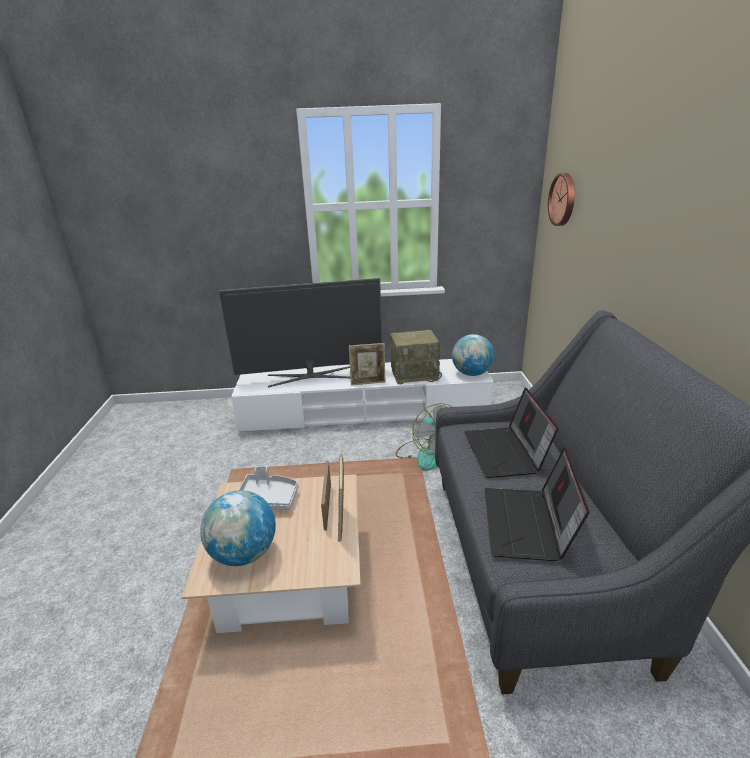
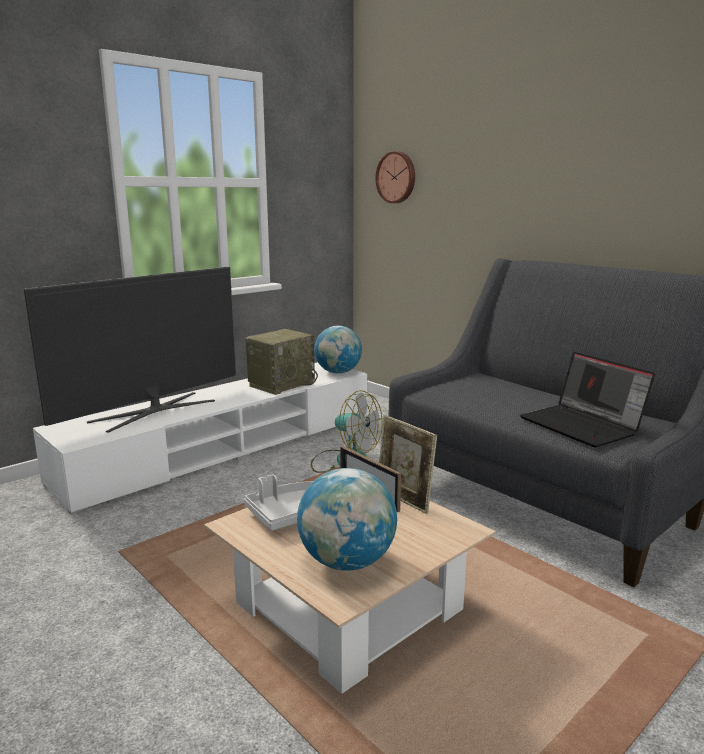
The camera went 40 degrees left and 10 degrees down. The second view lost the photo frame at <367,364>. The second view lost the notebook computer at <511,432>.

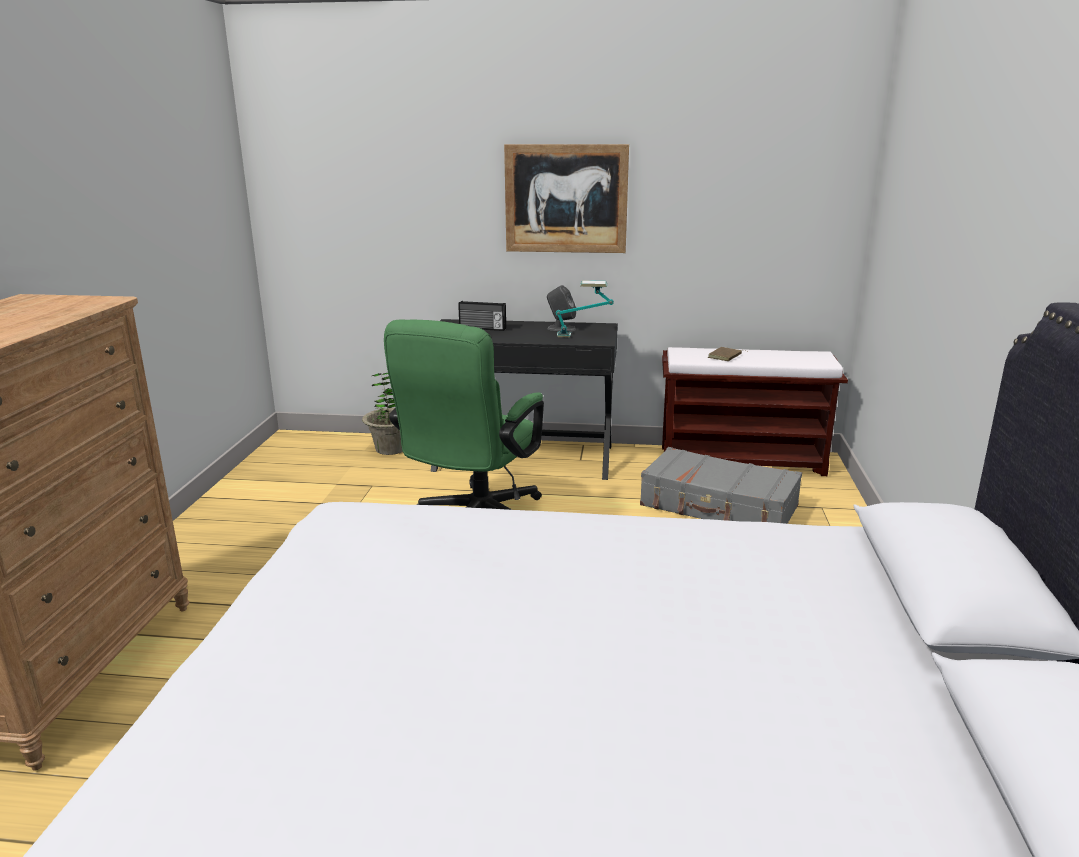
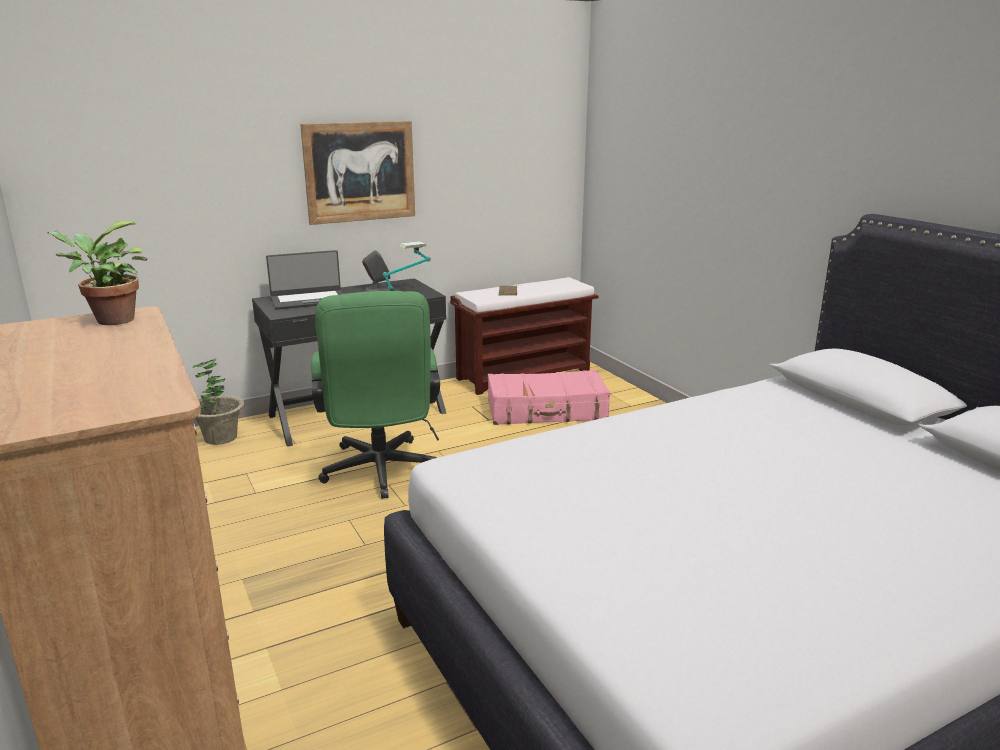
The camera went 35 degrees left and 0 degrees up. The second view gained the potted plant at <97,273>. Where the radio stood at <482,316>, the notebook computer came to stand at <304,280>. What was the gray travel case at <721,485> turned into the pinkish travel case at <549,397>.

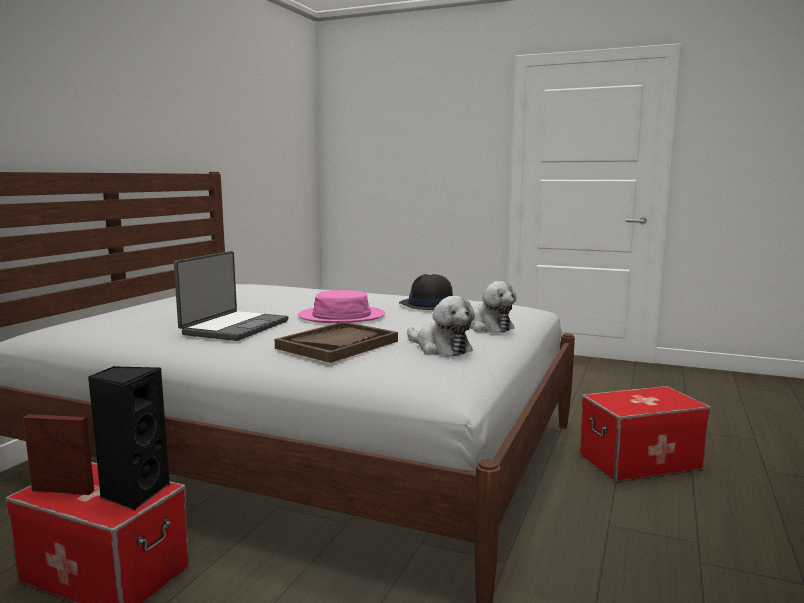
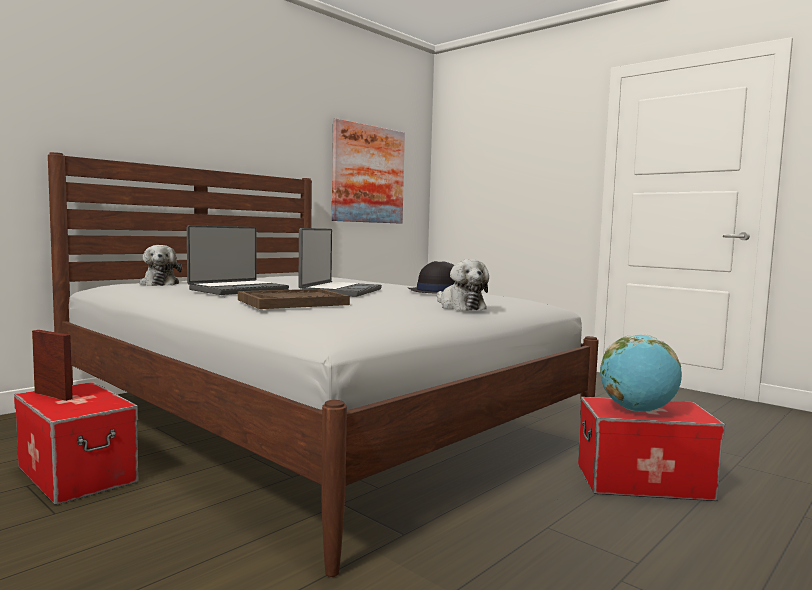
The camera went 20 degrees right and 5 degrees down. The plush toy ended up elsewhere, having gone from <441,326> to <160,265>. Where the pinkish wearable hat stood at <341,306>, the notebook computer came to stand at <340,262>. The second view gained the wall art at <368,171>. The second view gained the world globe at <641,373>. The second view lost the black-coloured speaker at <129,438>.

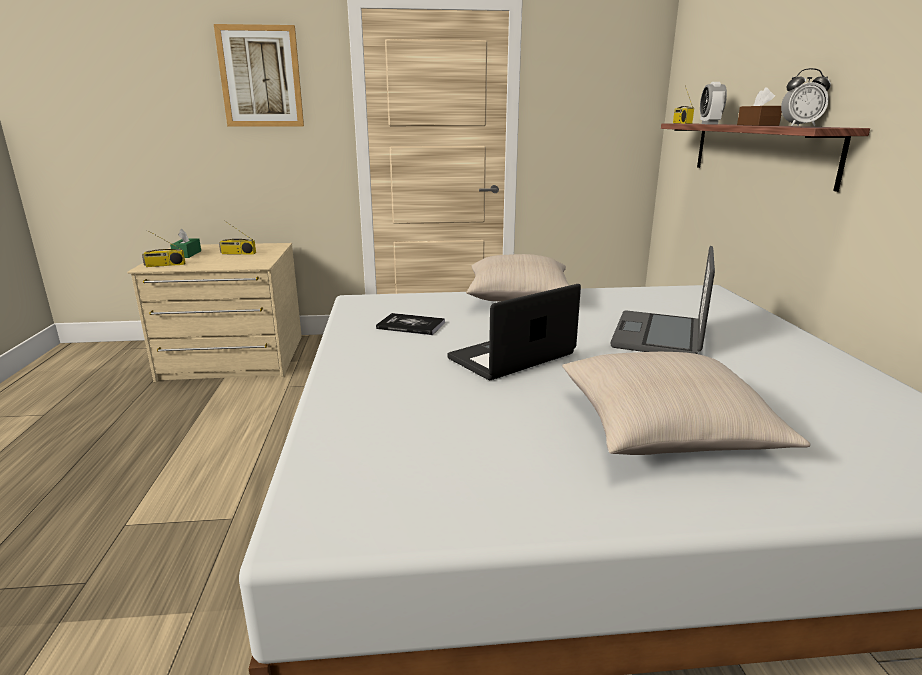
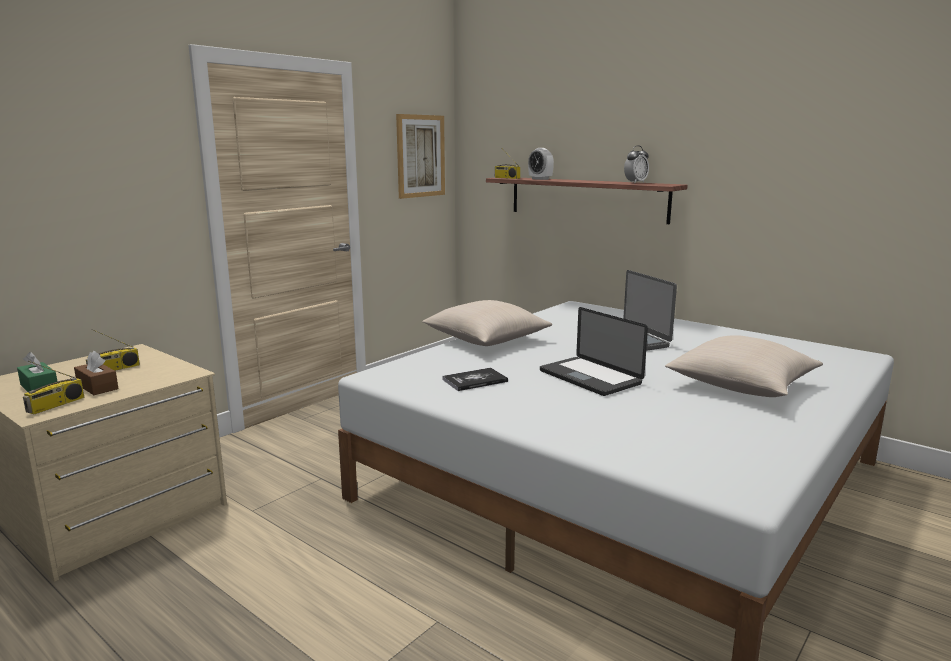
The camera went 45 degrees left and 5 degrees down. The brown-coloured box of tissues ended up elsewhere, having gone from <759,106> to <96,373>. The wall art ended up elsewhere, having gone from <259,75> to <420,156>. The notebook computer at <514,332> ended up facing another way, 45 degrees counterclockwise from before.

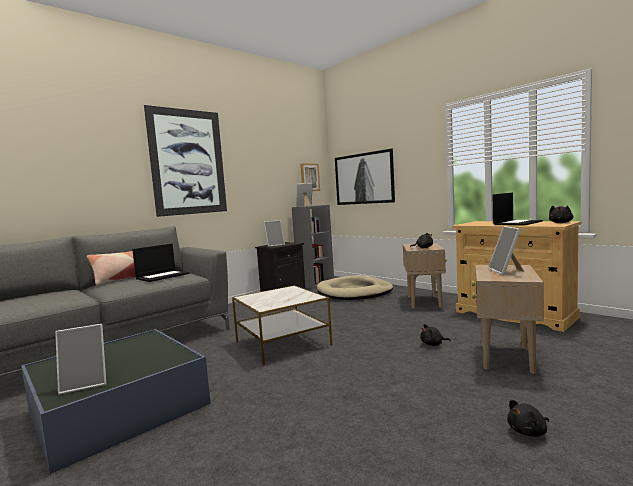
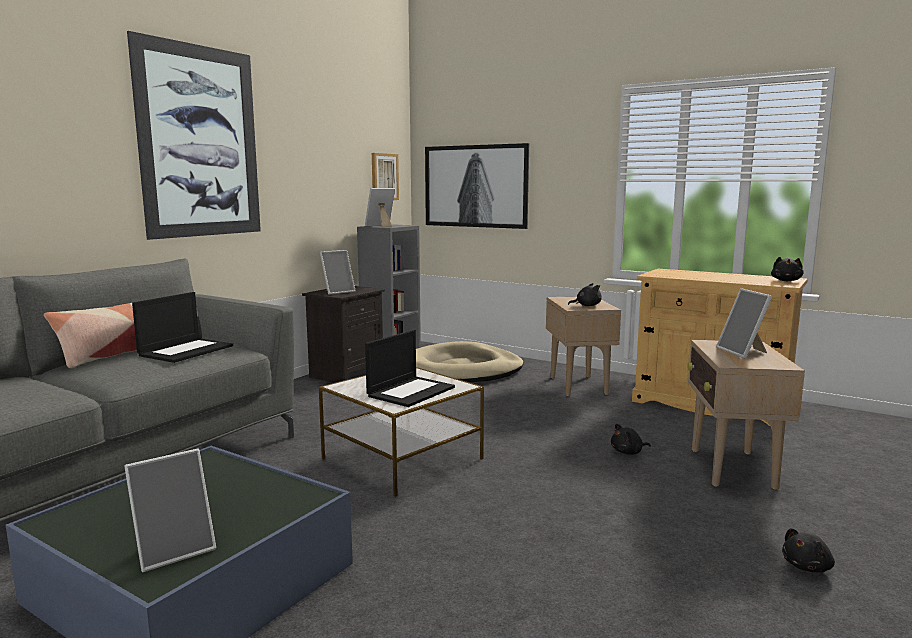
The camera went 15 degrees left and 5 degrees up. The notebook computer ended up elsewhere, having gone from <518,209> to <410,368>.

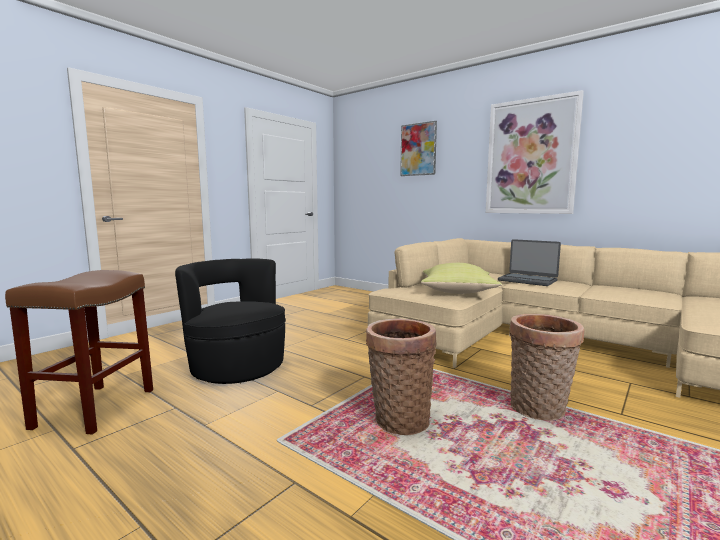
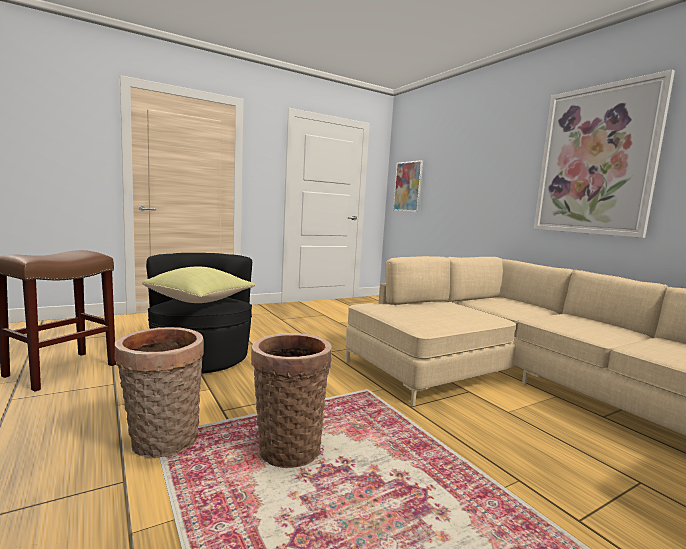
The camera went 20 degrees right and 0 degrees up. The household basket ended up elsewhere, having gone from <547,367> to <159,392>. The yellow-coloured pillow ended up elsewhere, having gone from <461,278> to <199,285>. The wall art ended up elsewhere, having gone from <418,148> to <408,186>. The second view lost the notebook computer at <529,262>.

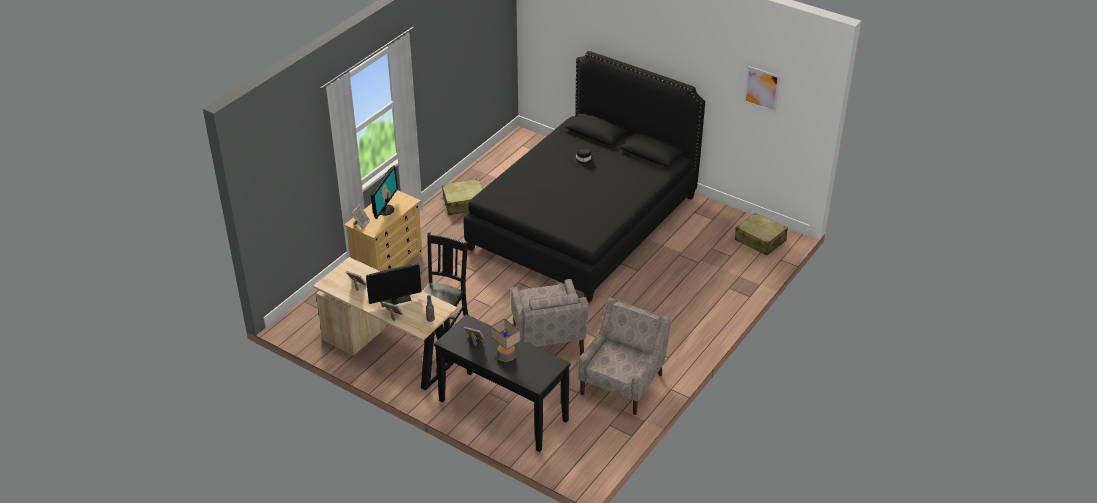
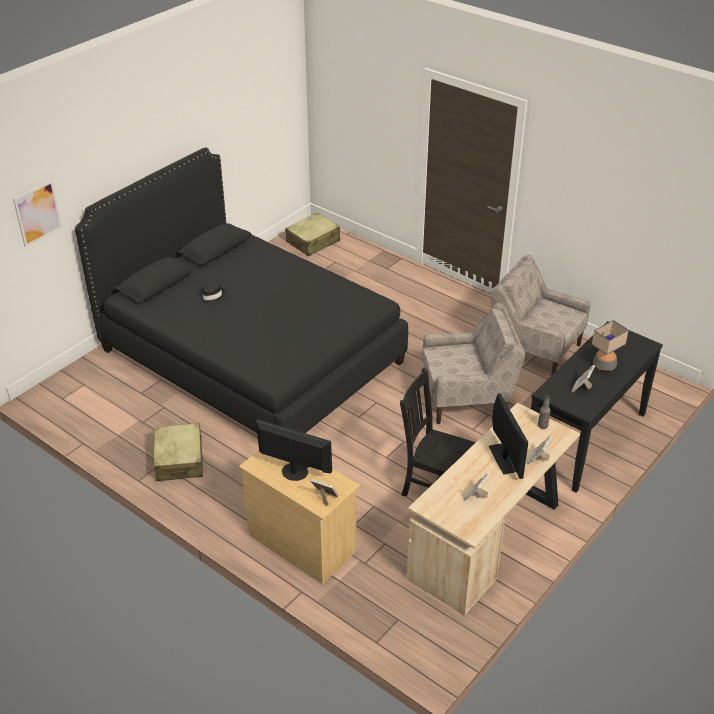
The camera went 85 degrees left and 0 degrees up. The wall art ended up elsewhere, having gone from <762,89> to <37,213>.

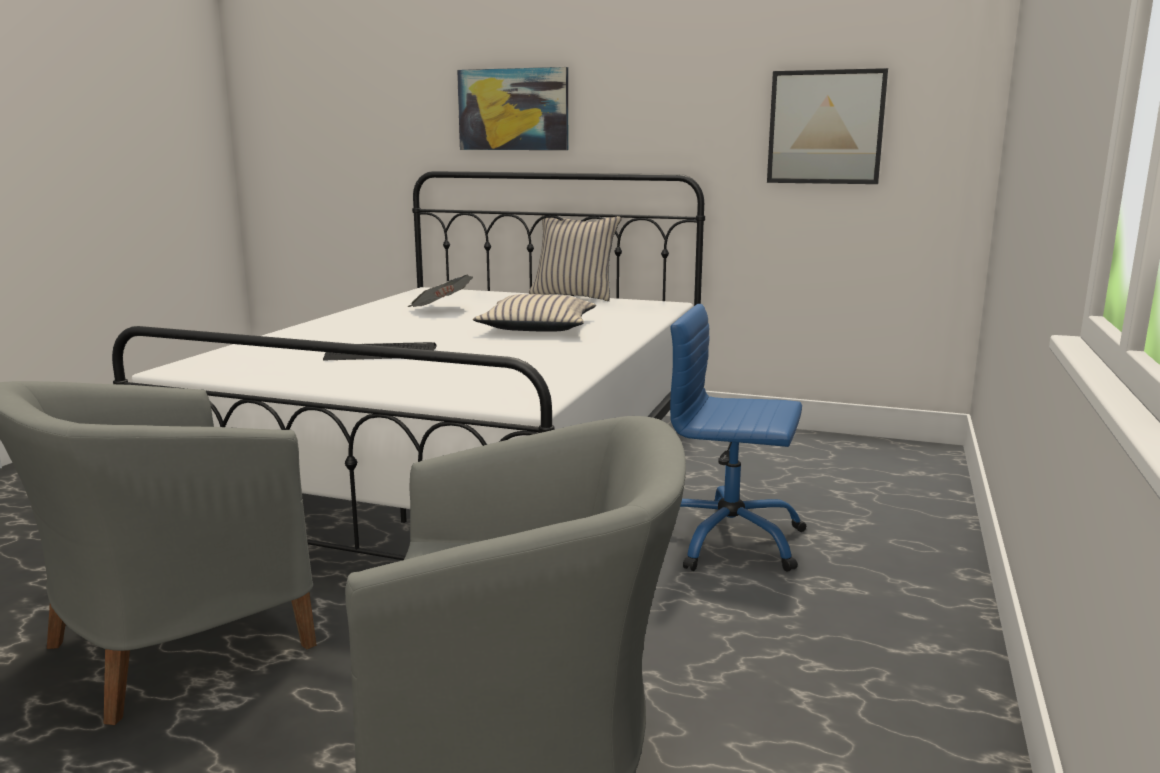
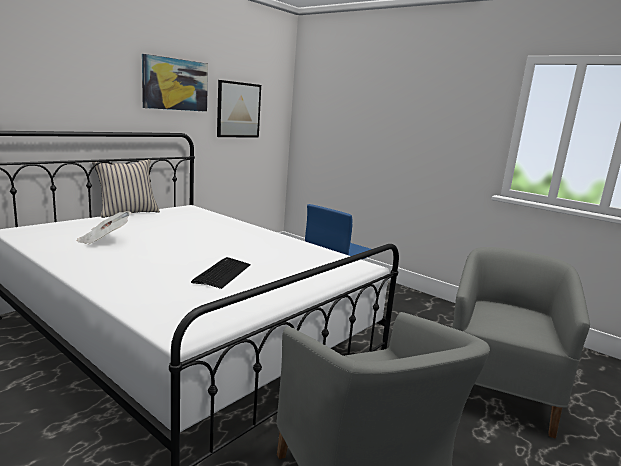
The camera went 70 degrees left and 0 degrees up. The wall art ended up elsewhere, having gone from <512,108> to <175,83>. The second view lost the beige-coloured pillow at <534,313>.

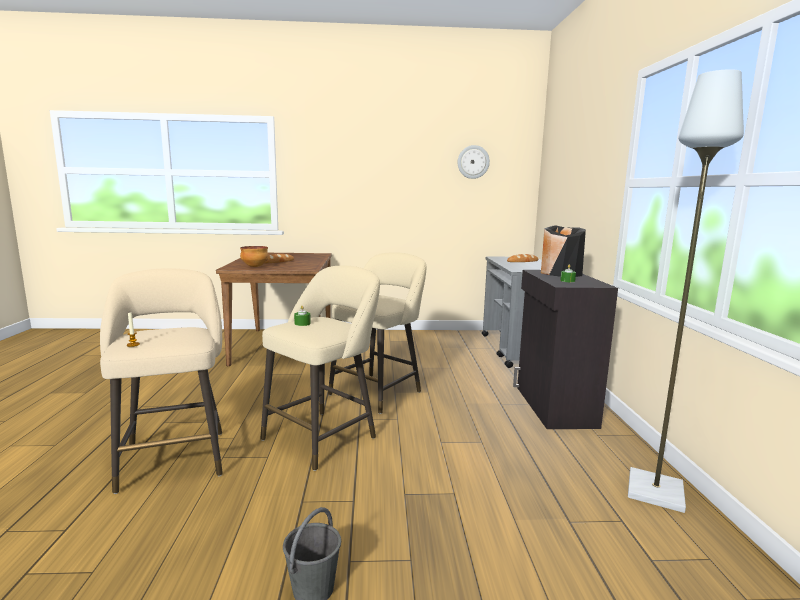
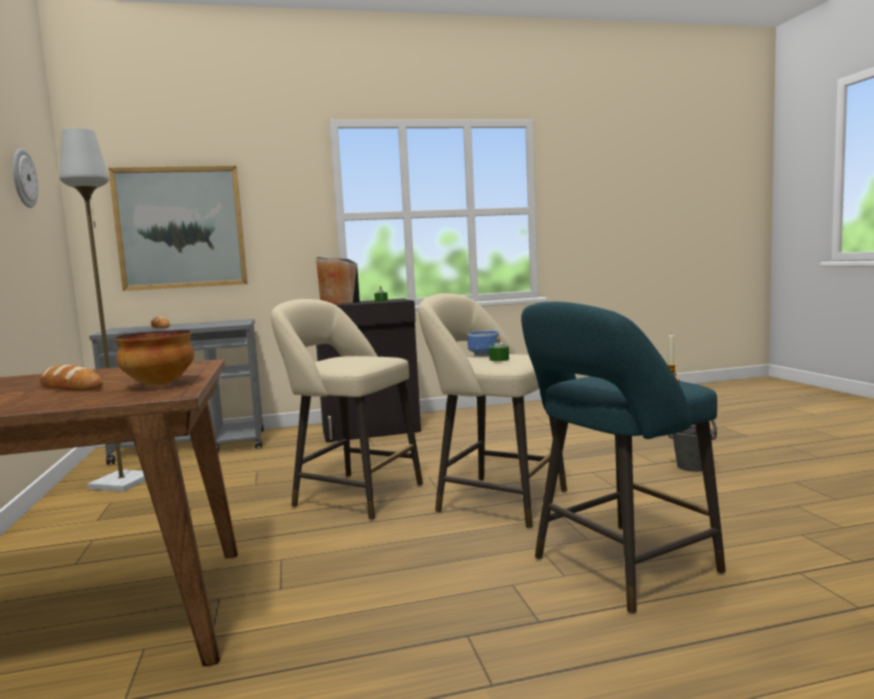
The camera went 100 degrees left and 5 degrees down. The gray standing lamp ended up elsewhere, having gone from <686,291> to <102,310>. The second view gained the wall art at <178,228>. The second view gained the serving bowl at <483,343>. What was the beige-coloured sitting stool at <161,381> turned into the turquoise-coloured sitting stool at <623,458>.

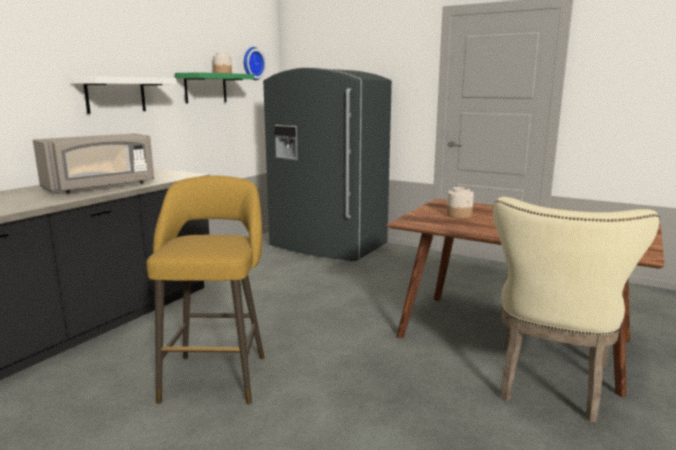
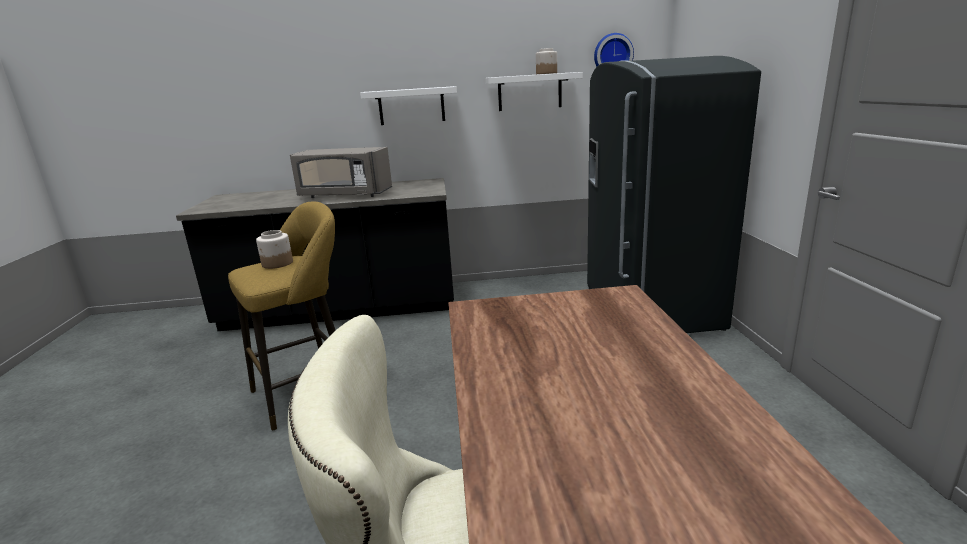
The camera went 55 degrees right and 5 degrees up. The preserve jar ended up elsewhere, having gone from <460,202> to <274,249>. What was the green shelf at <214,88> turned into the white shelf at <534,91>.

